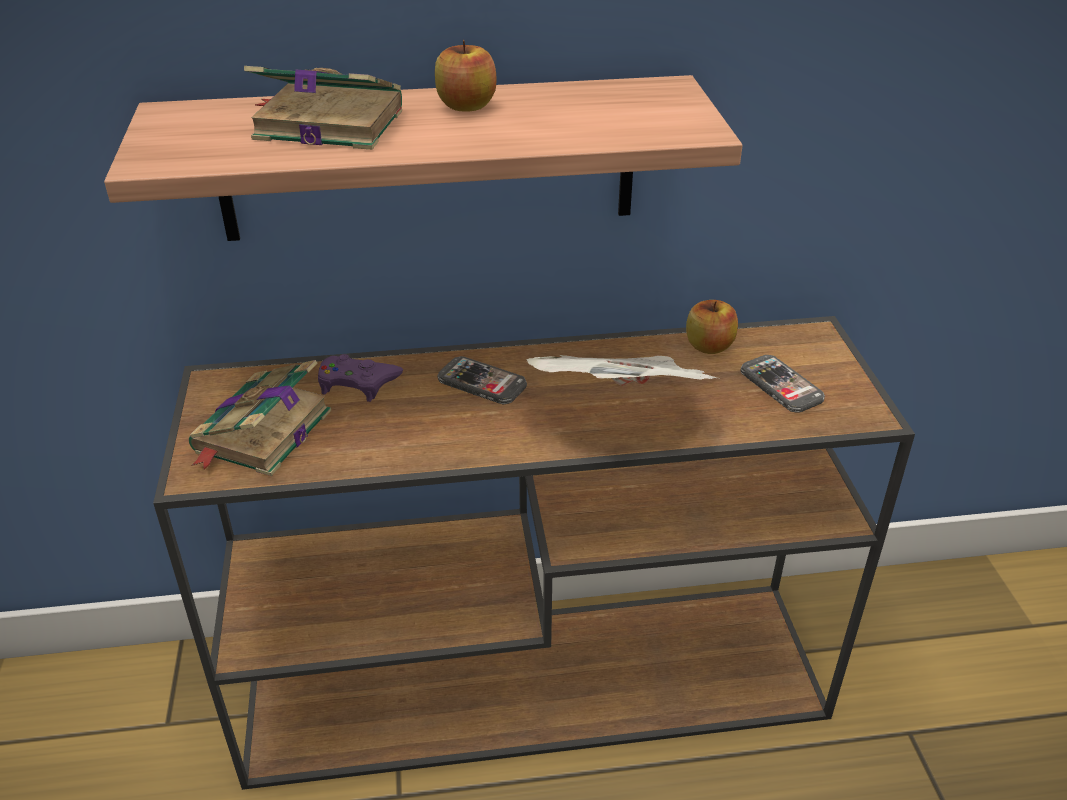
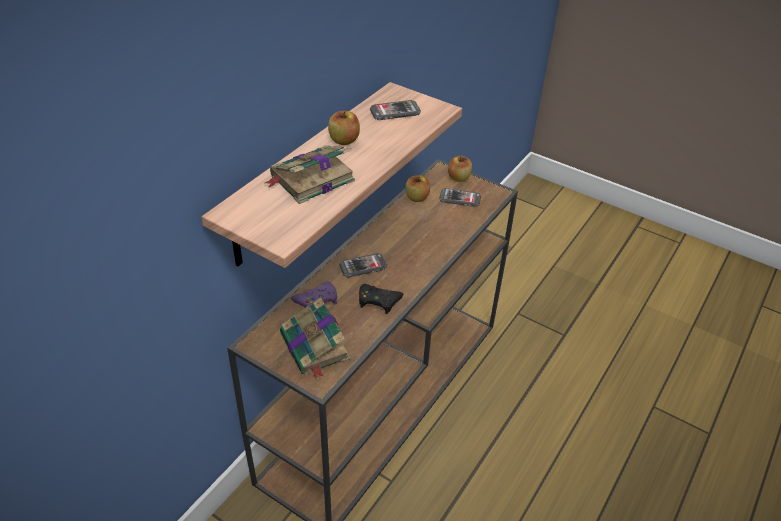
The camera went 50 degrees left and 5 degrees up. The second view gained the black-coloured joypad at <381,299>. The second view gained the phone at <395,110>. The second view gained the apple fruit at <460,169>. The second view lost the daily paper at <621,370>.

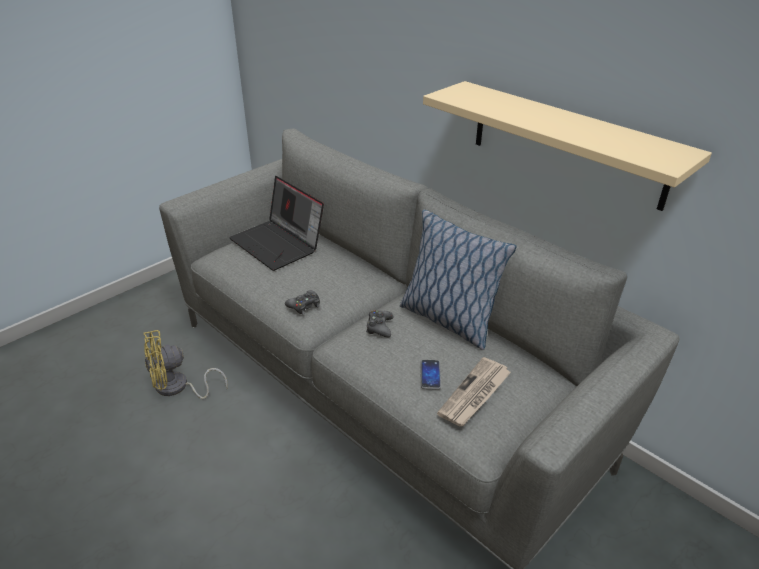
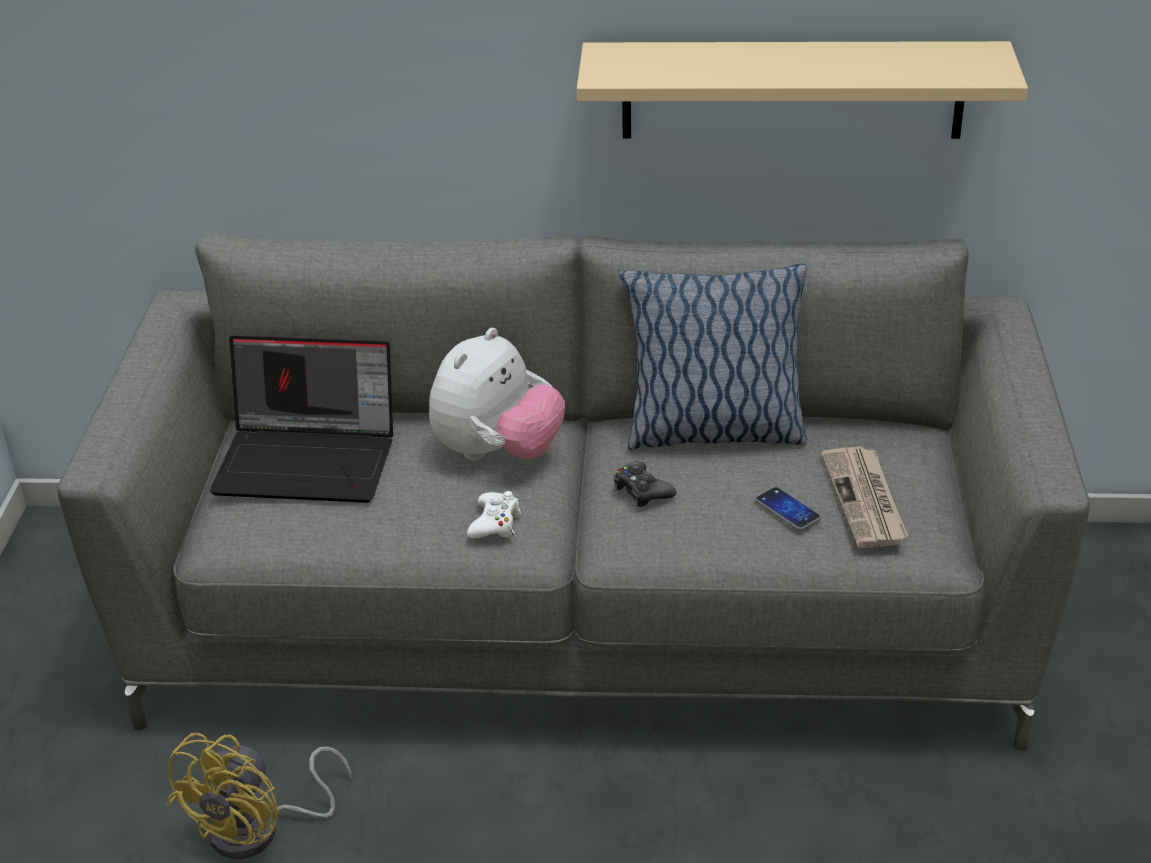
The camera went 40 degrees left and 0 degrees up. The second view gained the plush toy at <497,394>. What was the black-coloured joypad at <302,302> turned into the white joypad at <494,514>.

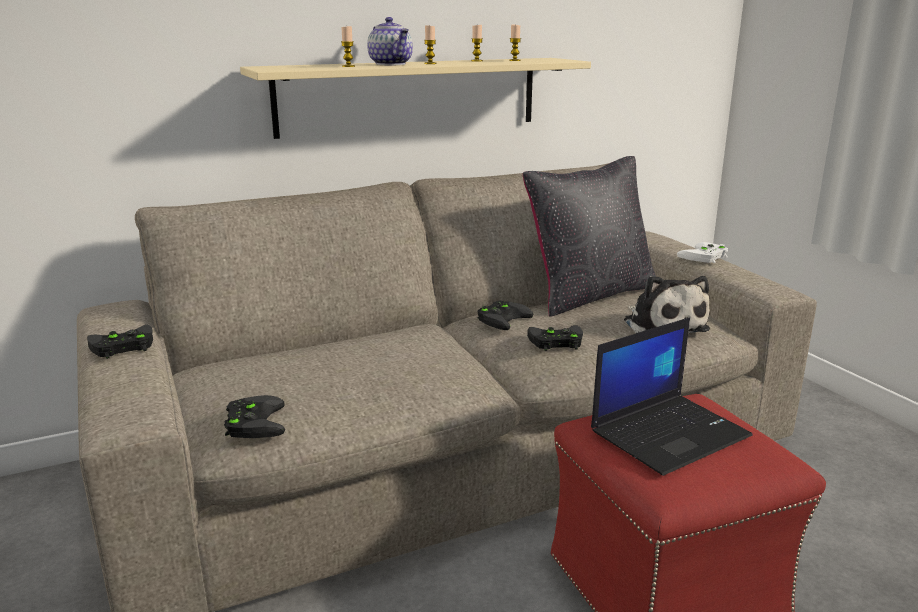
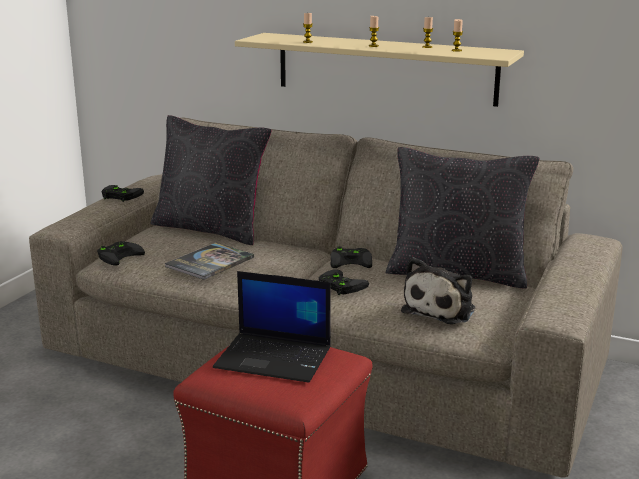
The camera went 50 degrees right and 0 degrees up. The second view gained the black-coloured pillow at <211,180>. The second view gained the book at <209,261>. The second view lost the teapot at <390,41>. The second view lost the white joypad at <702,252>.

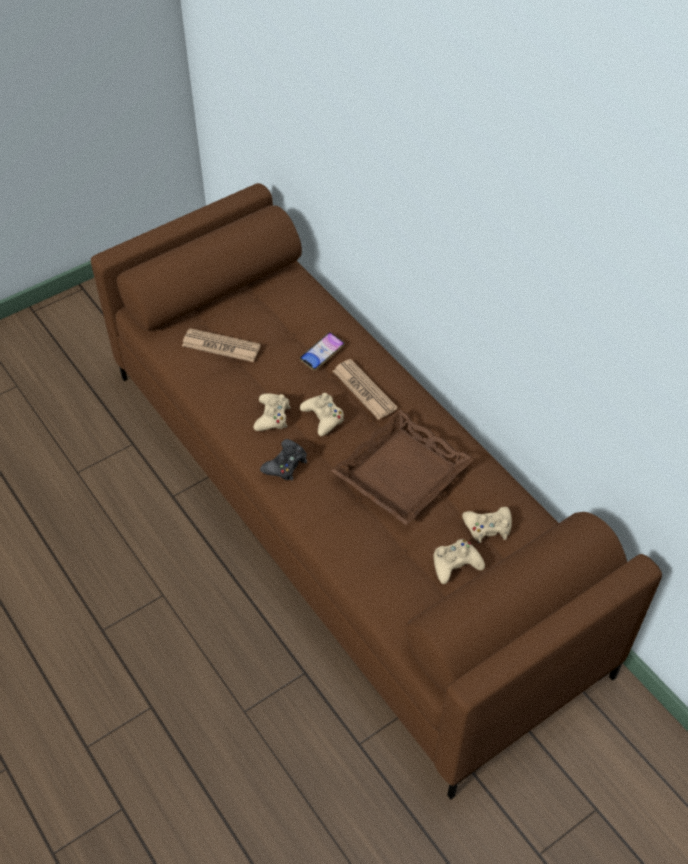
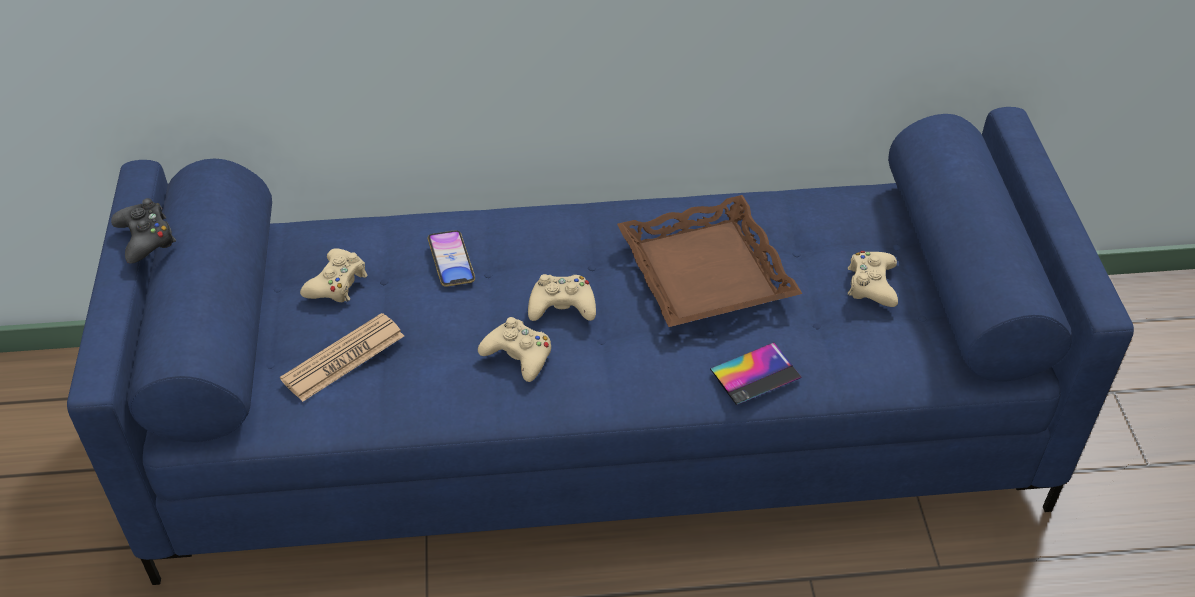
The camera went 60 degrees left and 5 degrees down. What was the brown-coloured settee at <376,491> turned into the blue settee at <600,346>. The black-coloured joypad ended up elsewhere, having gone from <283,459> to <143,231>. The beige-coloured joypad ended up elsewhere, having gone from <487,525> to <333,275>. The second view gained the phone at <756,373>. The second view lost the daily paper at <365,389>.

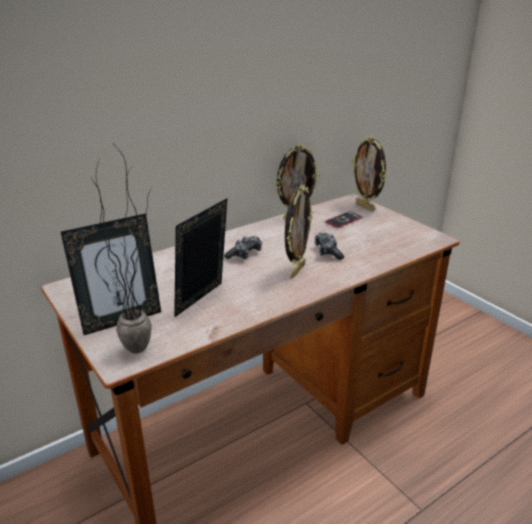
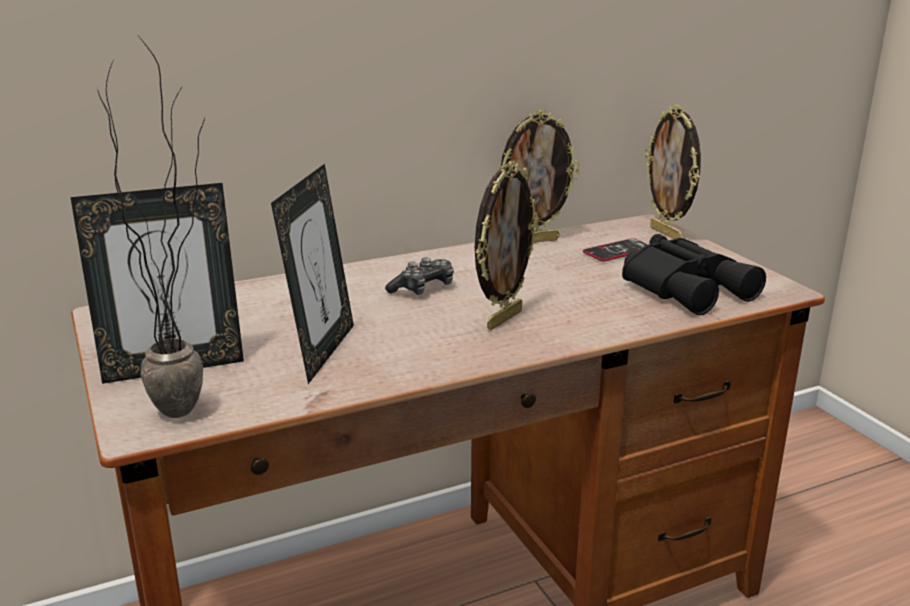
The camera went 10 degrees right and 5 degrees down. The photo frame at <200,258> ended up facing another way, 150 degrees clockwise from before. The second view gained the black-coloured binoculars at <694,274>. The second view lost the joypad at <329,246>.

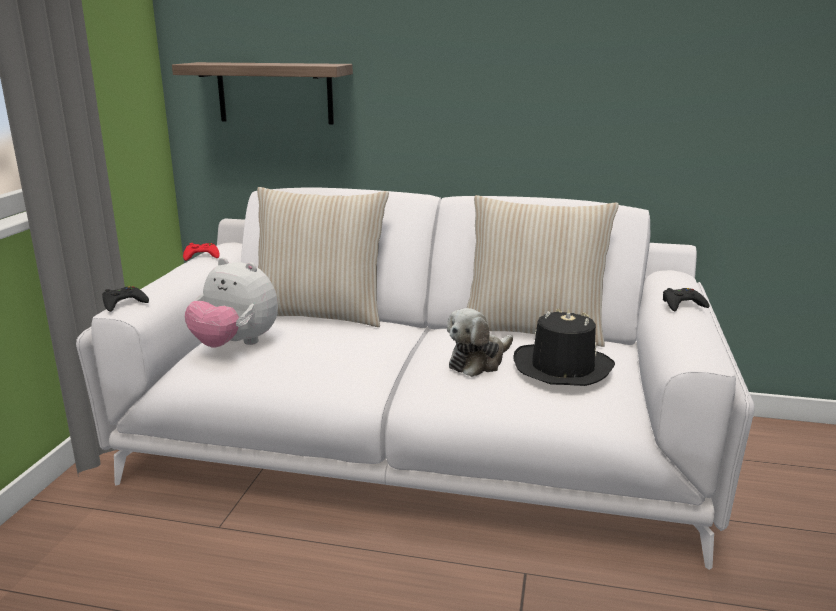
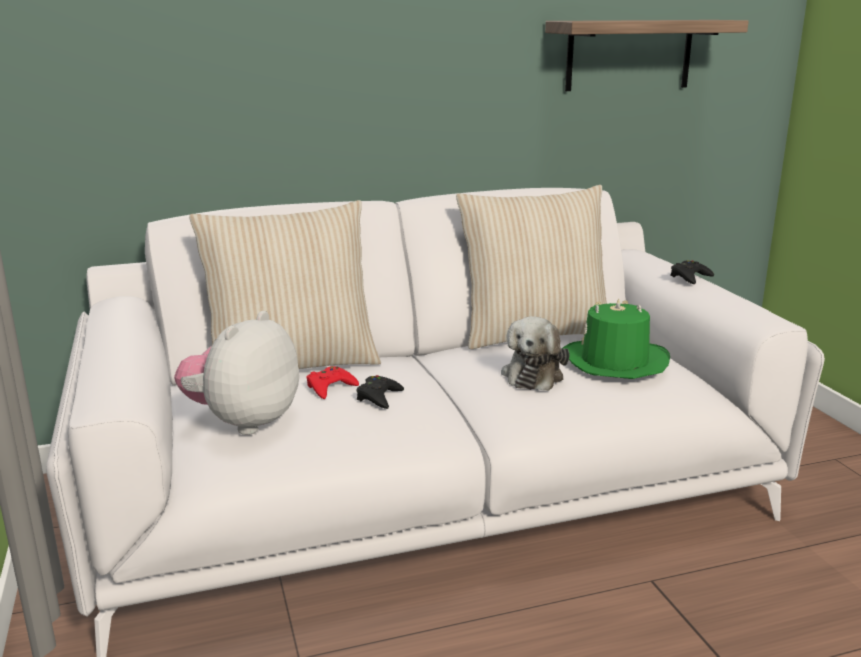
The camera went 30 degrees left and 0 degrees up. The plush toy at <231,302> ended up facing another way, 120 degrees clockwise from before. The reddish joypad ended up elsewhere, having gone from <201,252> to <332,382>. The black-coloured joypad ended up elsewhere, having gone from <125,299> to <380,392>. The shelf ended up elsewhere, having gone from <262,93> to <647,55>. What was the black-coloured wearable hat at <564,347> turned into the green wearable hat at <616,339>.

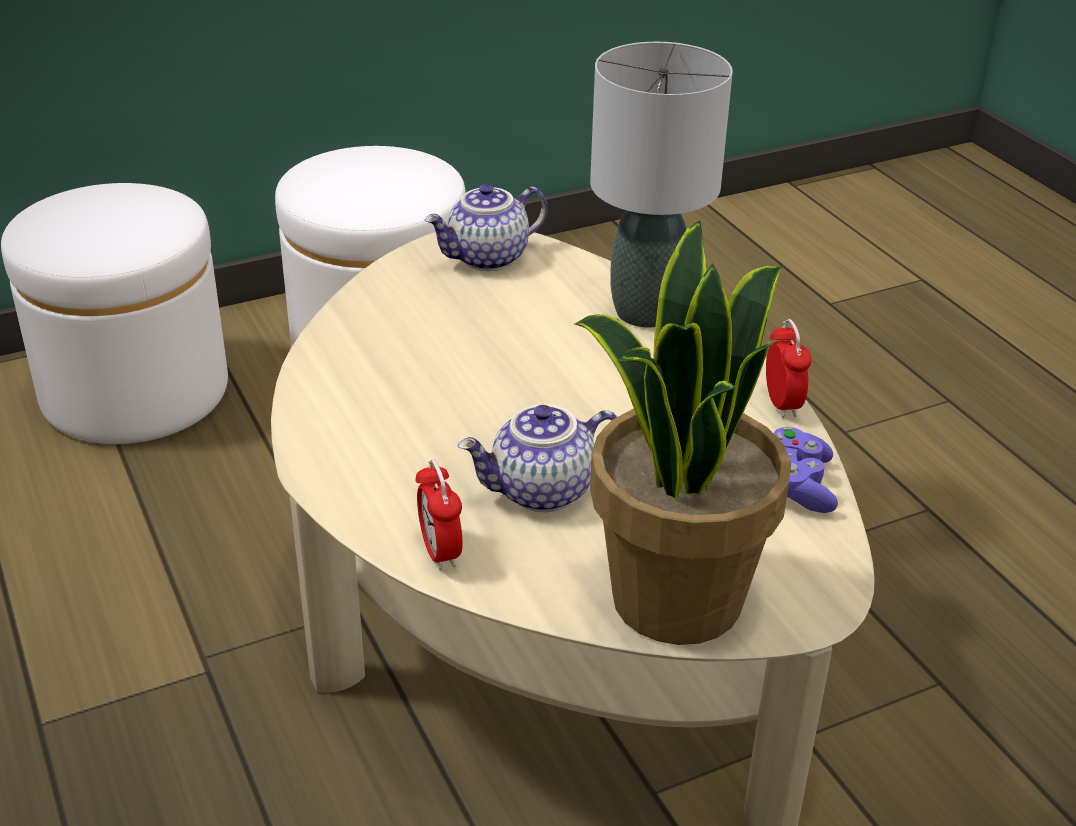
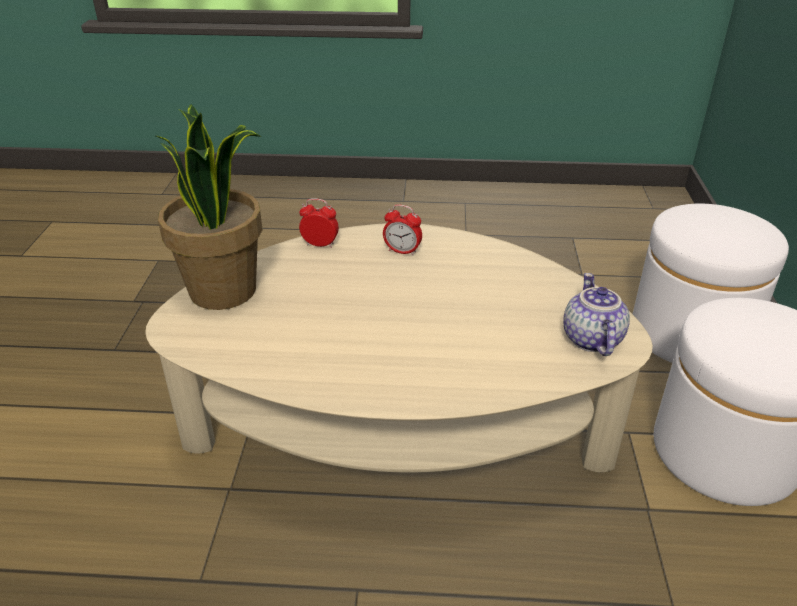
The camera went 120 degrees right and 0 degrees up. The bedside clock ended up elsewhere, having gone from <788,368> to <402,230>. The second view lost the teapot at <538,458>. The second view lost the gray tabletop lamp at <661,185>. The second view lost the purplish joypad at <805,469>.

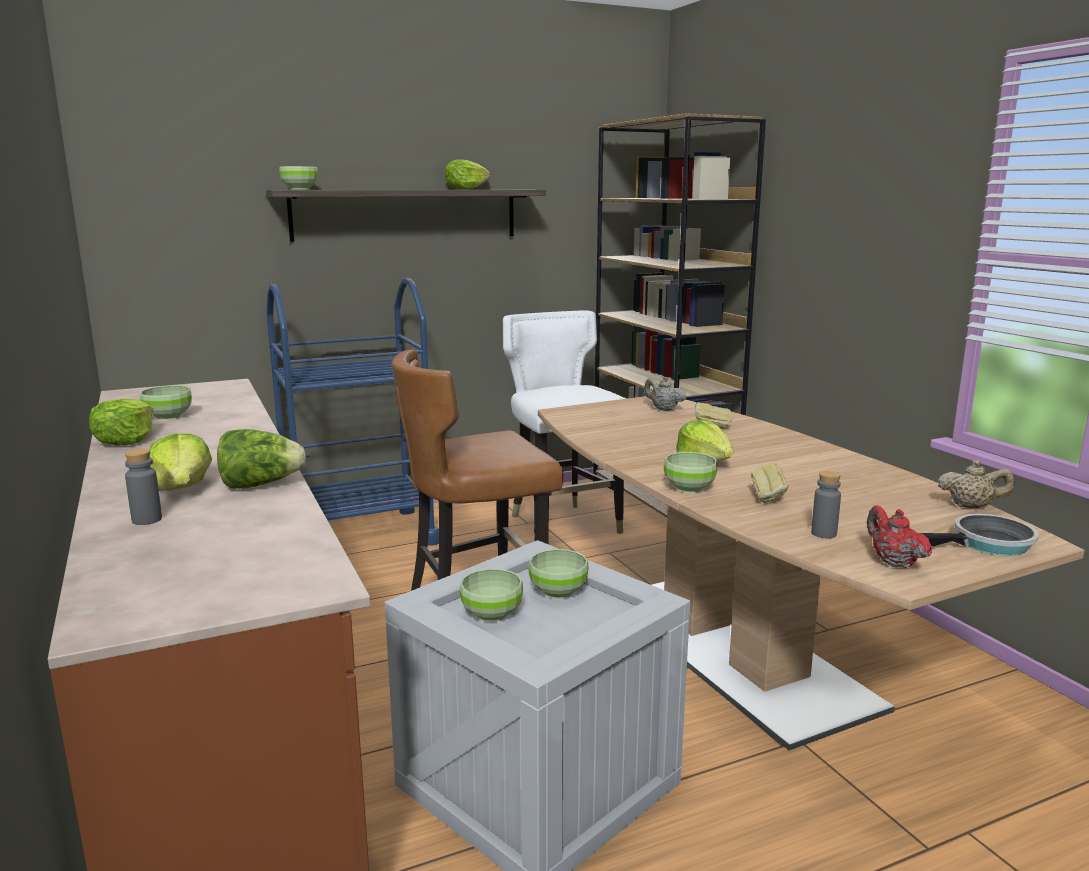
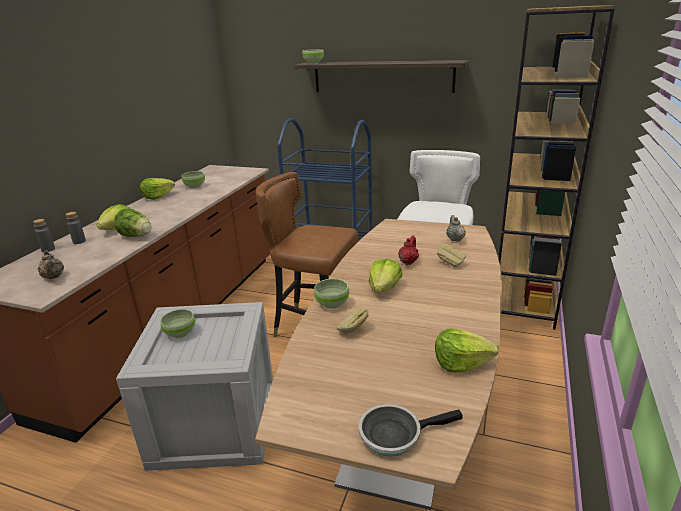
The camera went 45 degrees right and 10 degrees up. The gray bottle ended up elsewhere, having gone from <826,504> to <44,235>. The beige-coloured teapot ended up elsewhere, having gone from <976,484> to <51,264>. The skillet at <980,535> ended up facing another way, 135 degrees clockwise from before. The reddish teapot ended up elsewhere, having gone from <899,536> to <408,250>. The head of lettuce ended up elsewhere, having gone from <467,174> to <466,350>. The second view lost the green serving bowl at <559,574>.

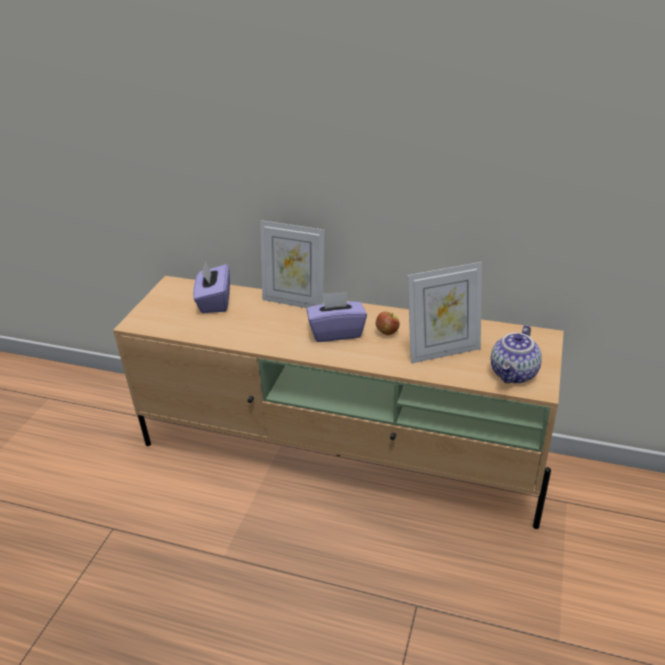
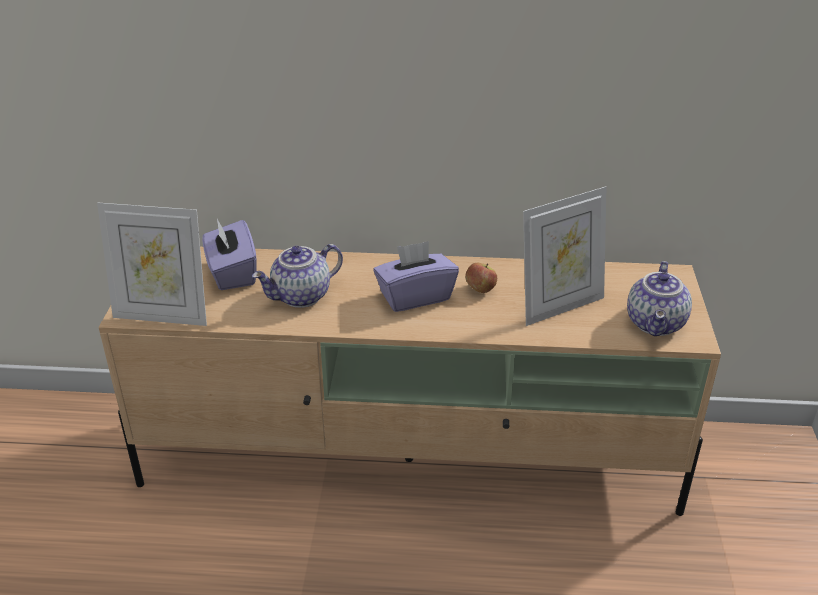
The camera went 15 degrees left and 0 degrees up. The photo frame ended up elsewhere, having gone from <292,264> to <152,264>. The second view gained the teapot at <297,276>.

